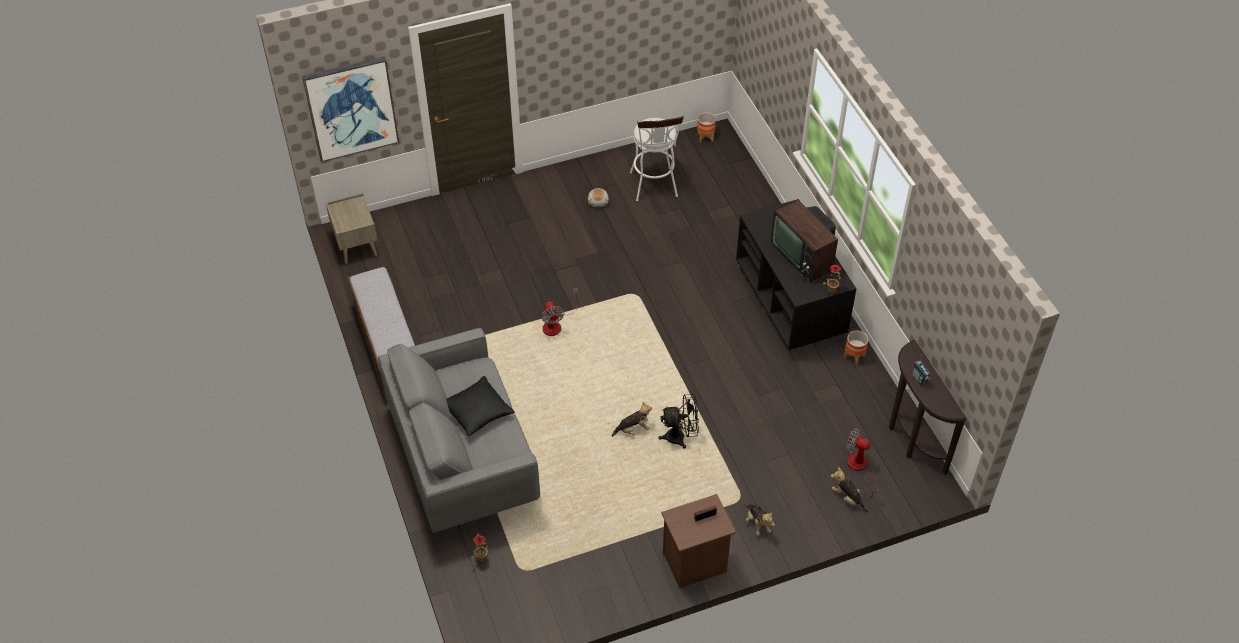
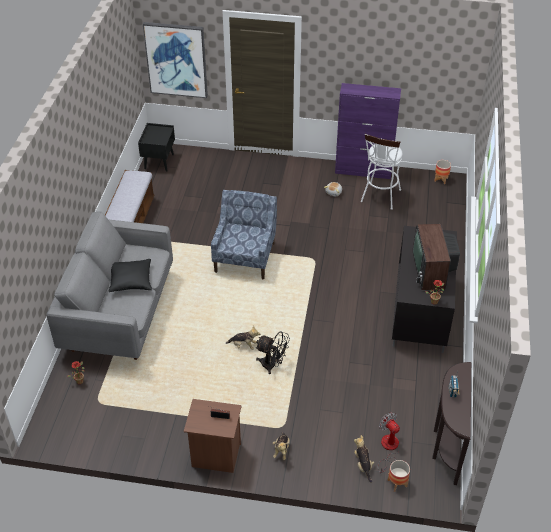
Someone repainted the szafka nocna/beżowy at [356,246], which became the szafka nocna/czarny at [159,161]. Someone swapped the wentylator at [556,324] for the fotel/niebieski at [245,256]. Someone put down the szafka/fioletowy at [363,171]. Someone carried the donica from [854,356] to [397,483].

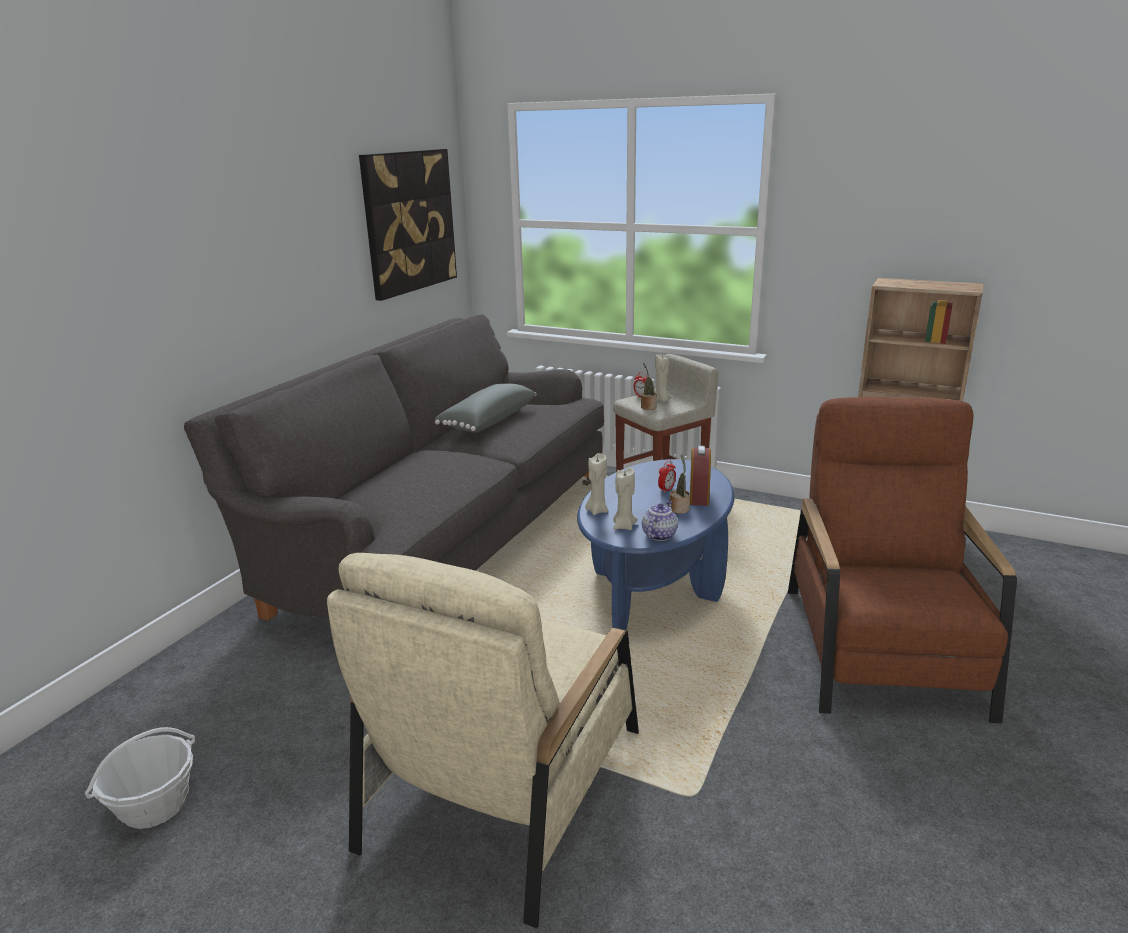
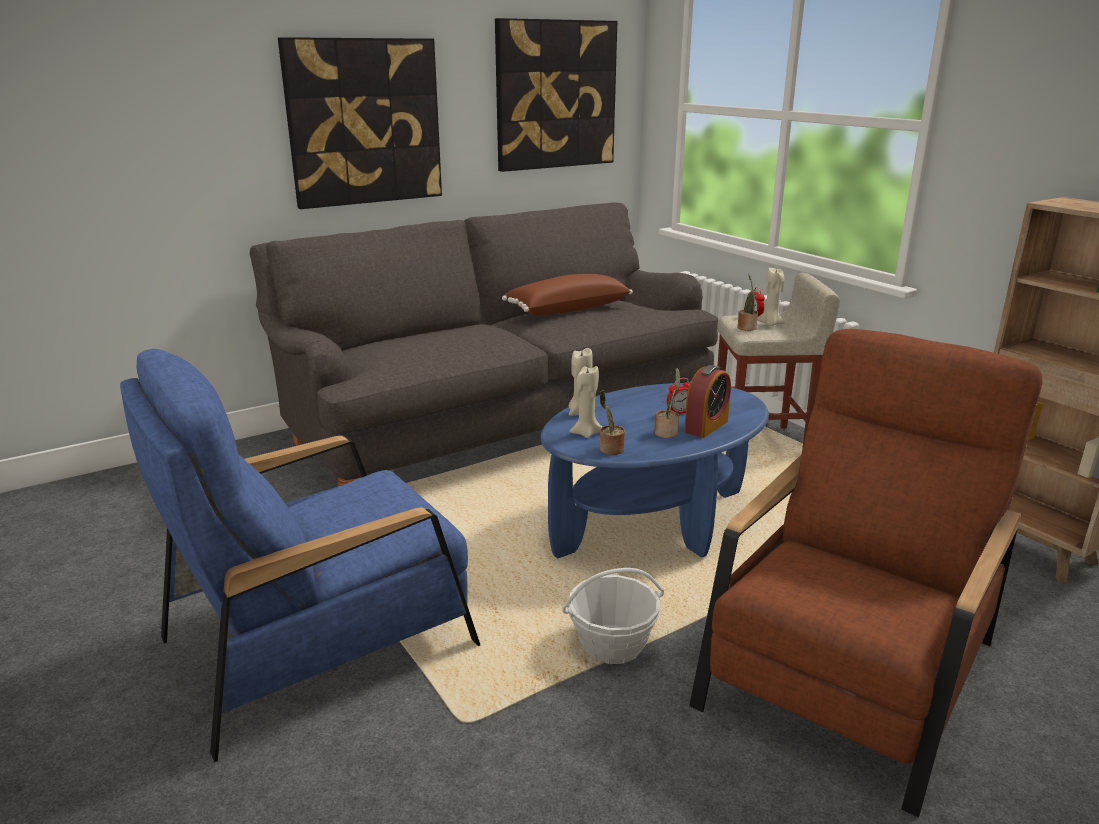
Someone repainted the fotel/beżowy at [505,786], which became the fotel/niebieski at [320,640]. Someone put up the obraz at [364,122]. Someone repainted the poduszka/szary at [487,420], which became the poduszka/brązowy at [567,309]. Someone carried the koszyk from [154,805] to [612,644]. Someone swapped the imbryk at [659,535] for the roślina doniczkowa at [610,450].

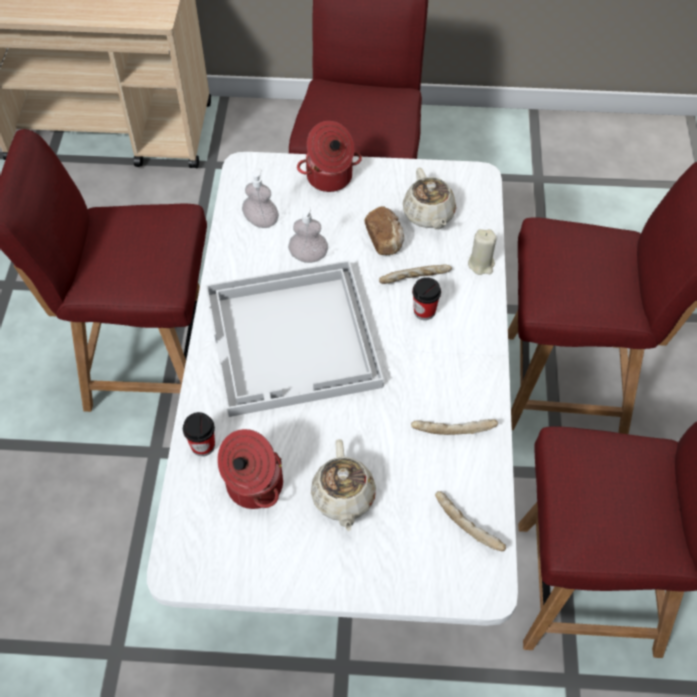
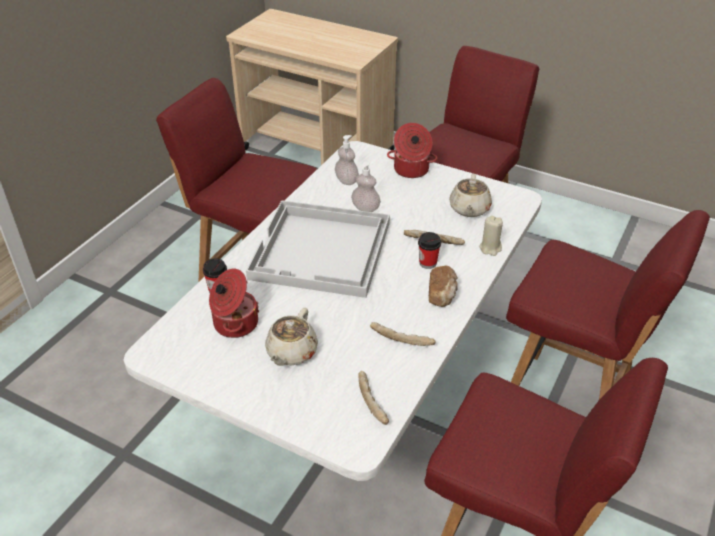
Someone carried the chleb from [385,239] to [442,294].

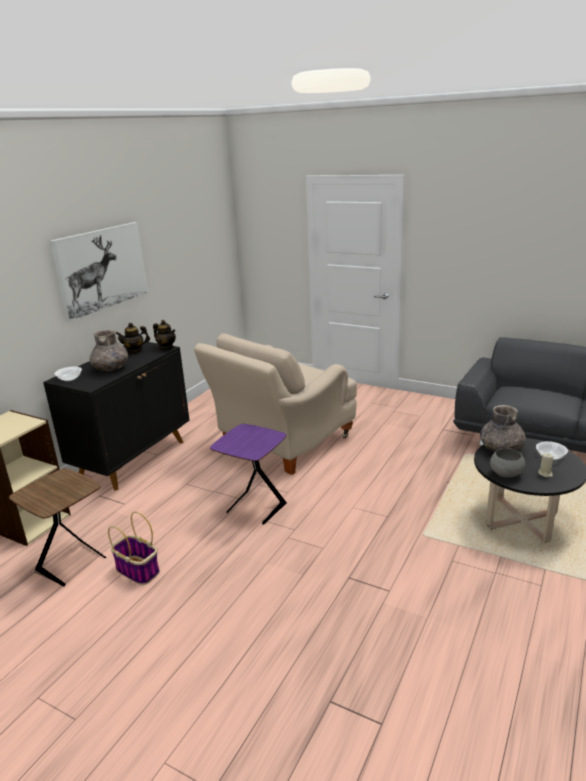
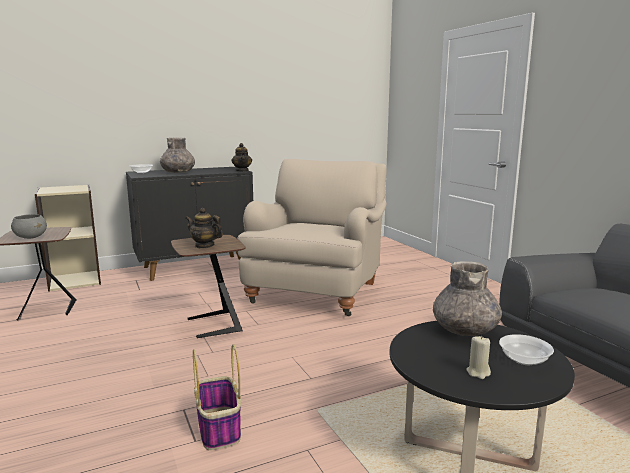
Someone carried the miska/szary from [505,474] to [31,237]. Someone repainted the stolik/fioletowy at [255,509], which became the stolik/brązowy at [212,325]. Someone carried the imbryk from [135,350] to [204,246]. Someone carried the koszyk from [138,570] to [219,429]. Someone rotated the fotel/beżowy at [282,443] by 120 degrees clockwise. Someone took away the obraz at [102,269].

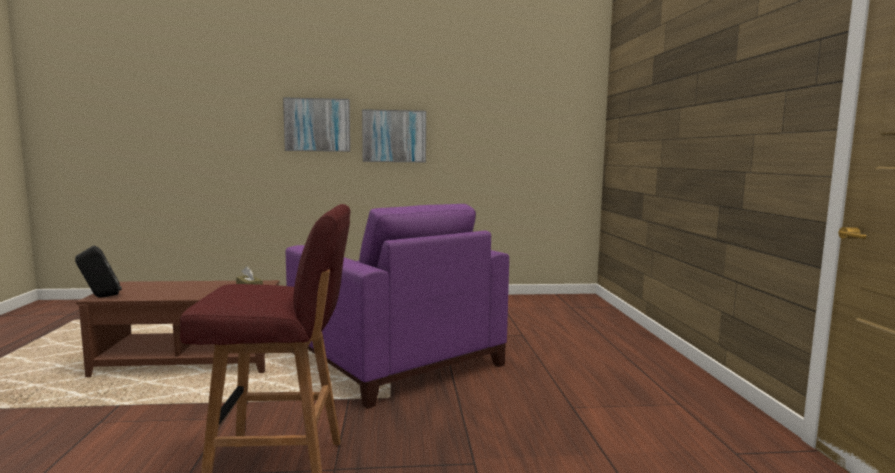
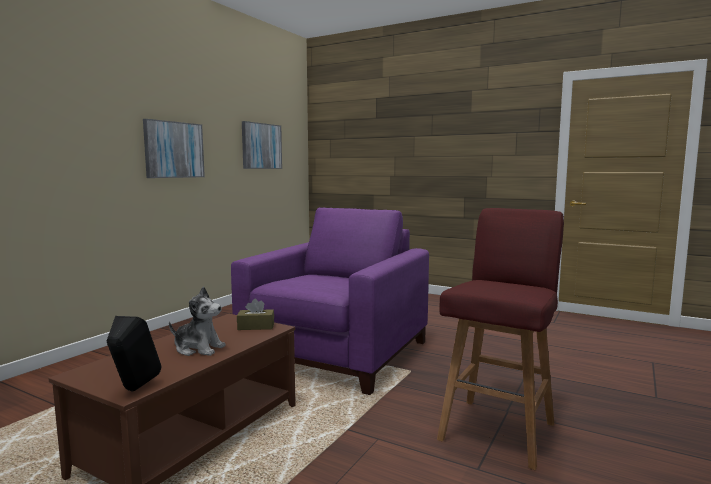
Someone put down the pluszak at [198,348]. Someone rotated the fotel/fioletowy at [392,358] by 60 degrees counterclockwise. Someone carried the obraz from [317,125] to [261,146].

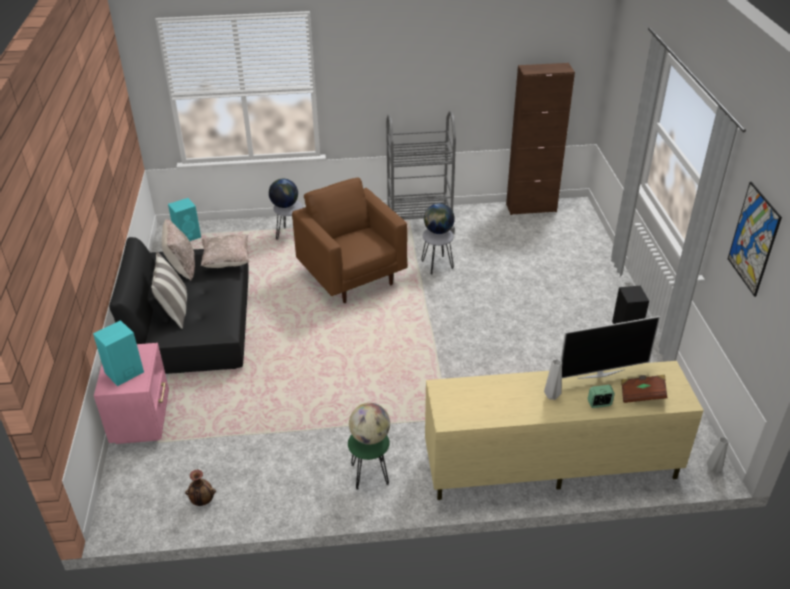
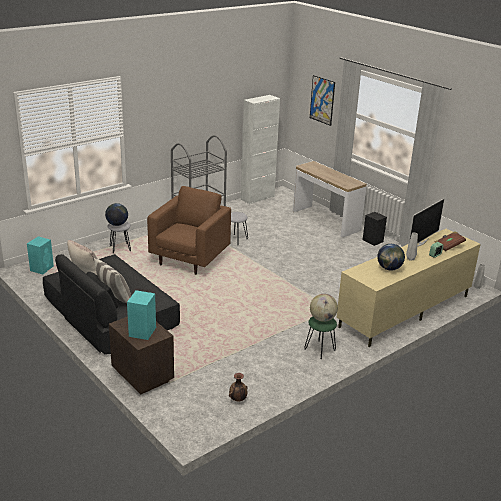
Someone repainted the szafka nocna/różowy at [142,419], which became the szafka nocna/brązowy at [143,375]. Someone rotated the fotel/brązowy at [352,277] by 90 degrees clockwise. Someone repainted the szafka/brązowy at [531,208], which became the szafka/biały at [257,198]. Someone put down the stolik konsolowy at [325,221]. Someone carried the obraz from [753,239] to [322,100]. Someone carried the globus from [438,231] to [389,268]. Someone took away the poduszka/beżowy at [226,261].

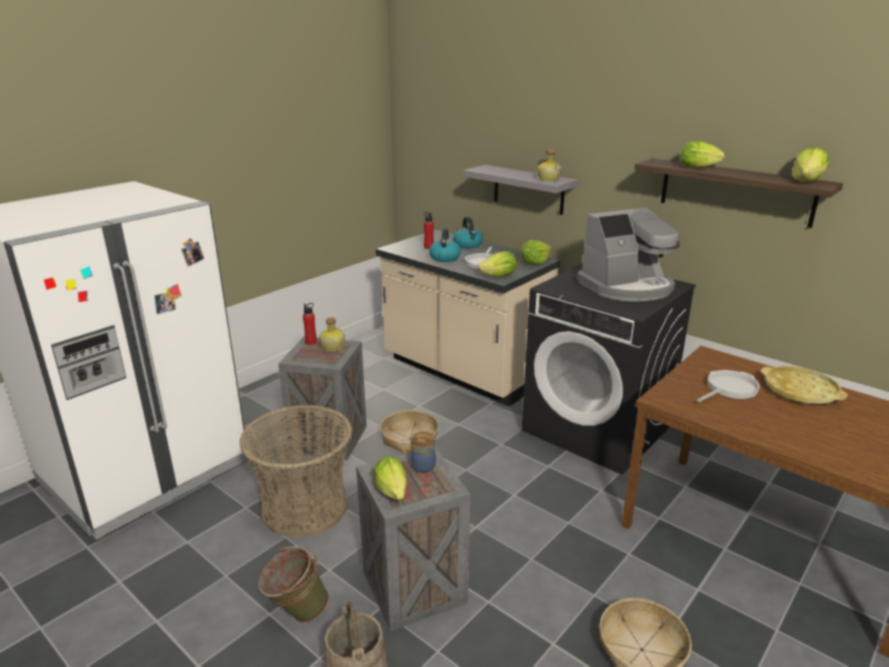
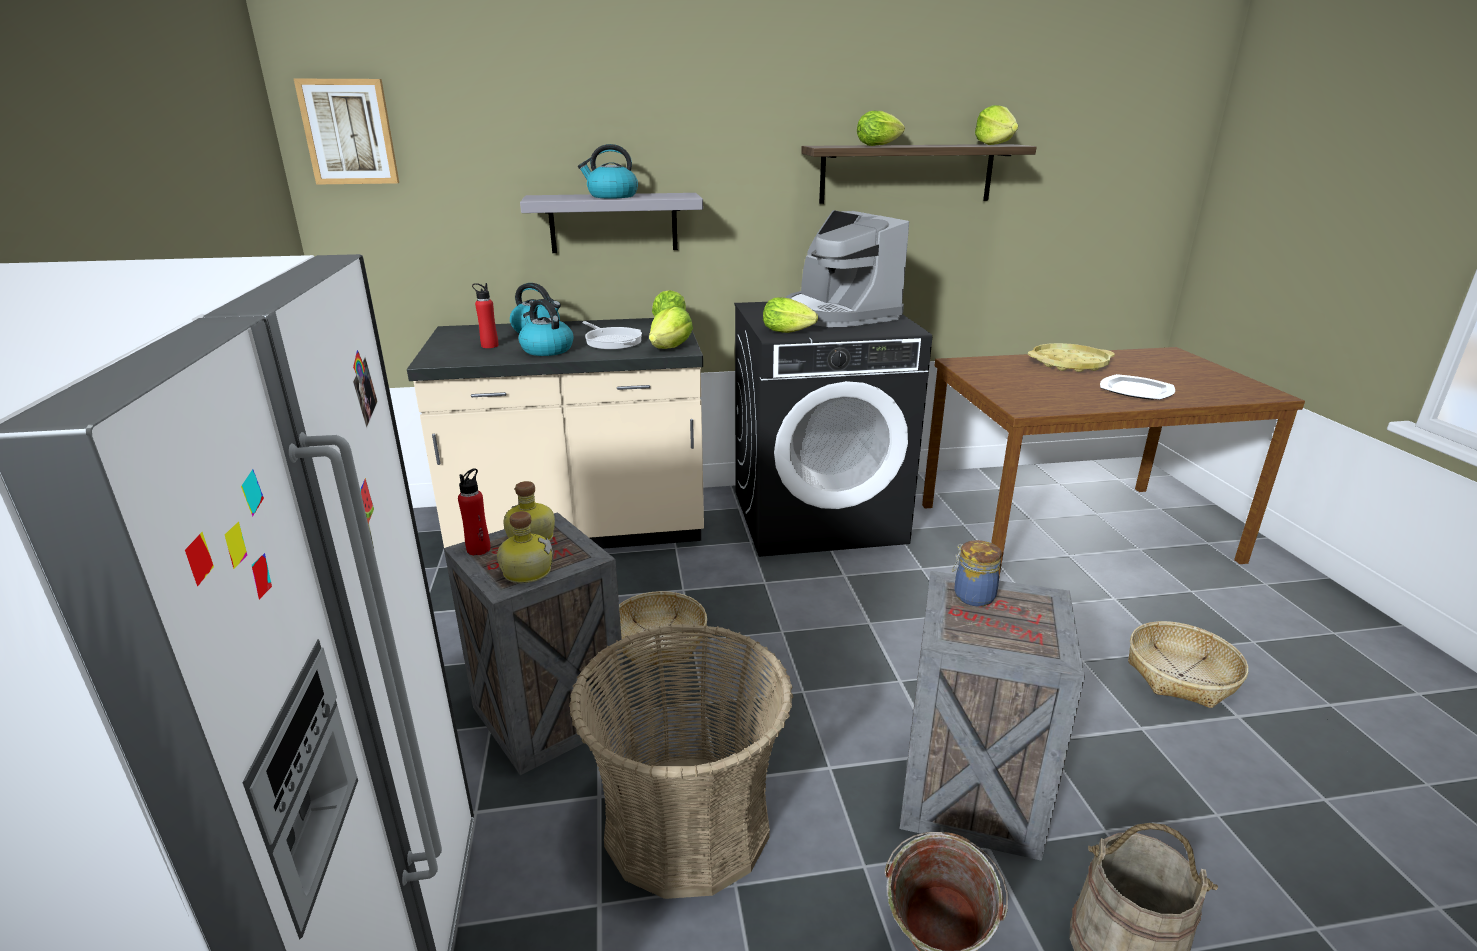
Someone put up the obraz at [349,132]. Someone carried the butelka from [548,179] to [526,571]. Someone put down the czajnik at [612,196]. Someone carried the sałata from [393,493] to [790,332]. Someone rotated the ekspres do kawy at [627,287] by 135 degrees clockwise. Someone put down the talerz at [1136,391]. Someone took away the patelnia at [729,389].

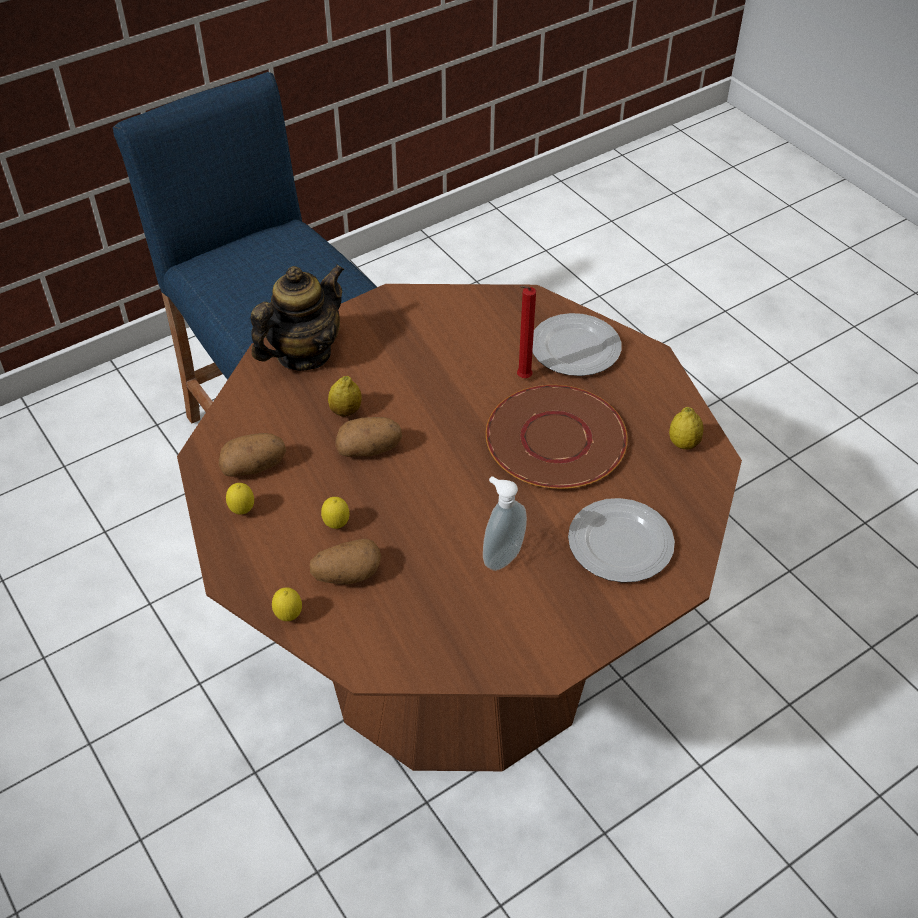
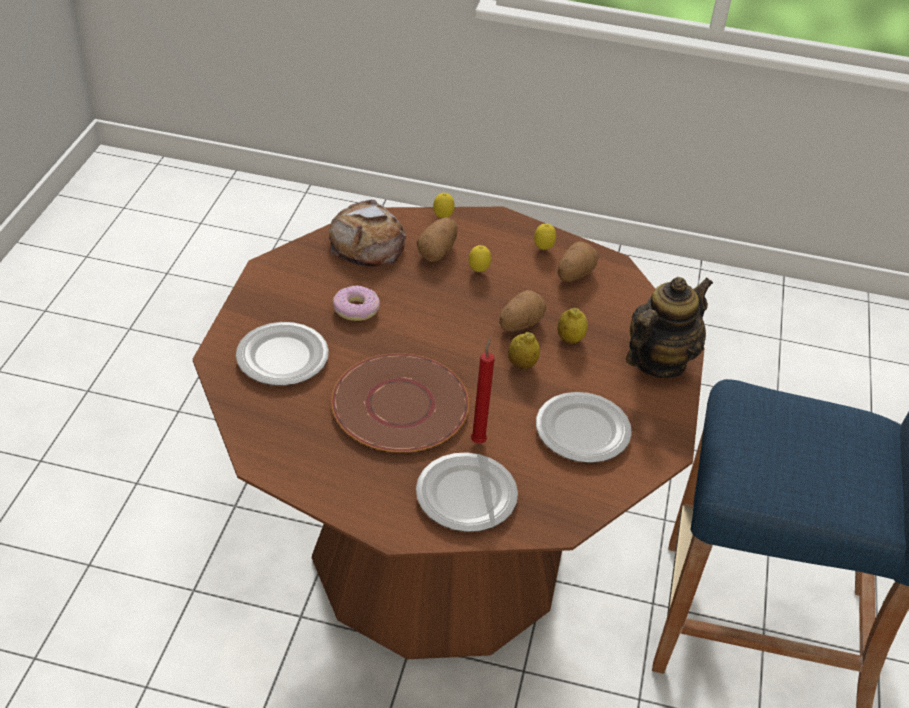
Someone put down the chleb at [367,243]. Someone swapped the dozownik mydła at [501,556] for the donut at [356,309]. Someone carried the cytryna from [683,443] to [522,364]. Someone put down the talerz at [583,432]. Someone rotated the imbryk at [303,354] by 135 degrees counterclockwise.

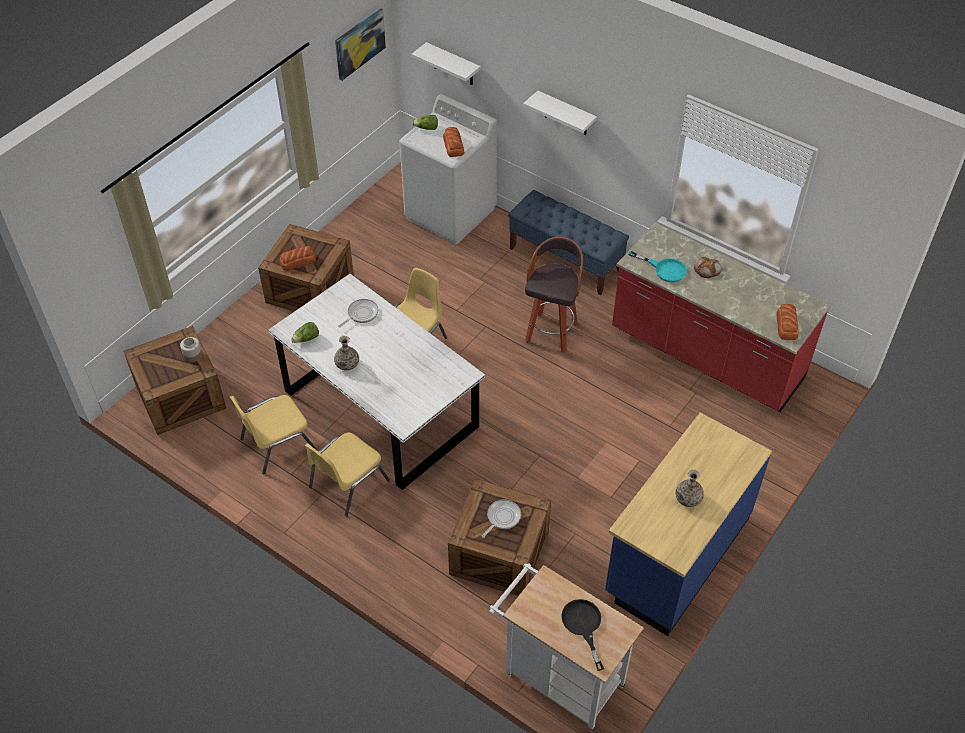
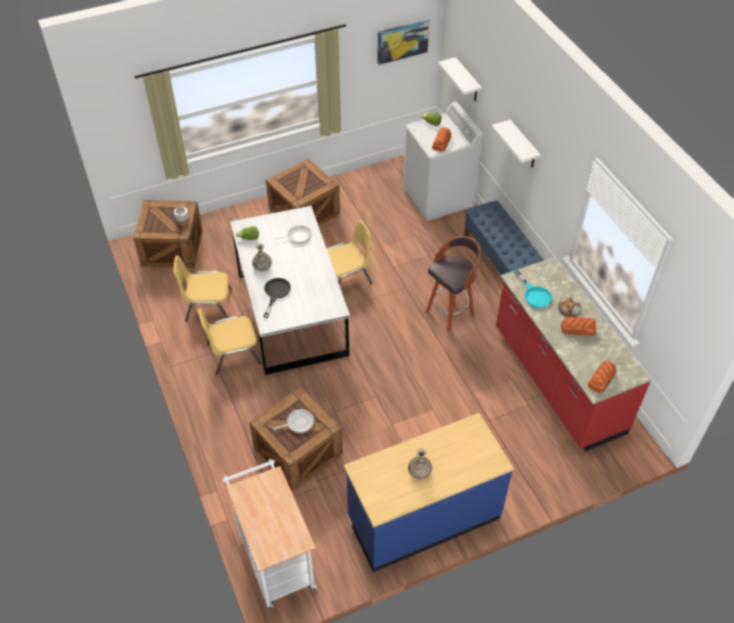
Someone carried the patelnia/czarny from [583,626] to [275,293]. Someone carried the chleb from [297,261] to [577,328].

